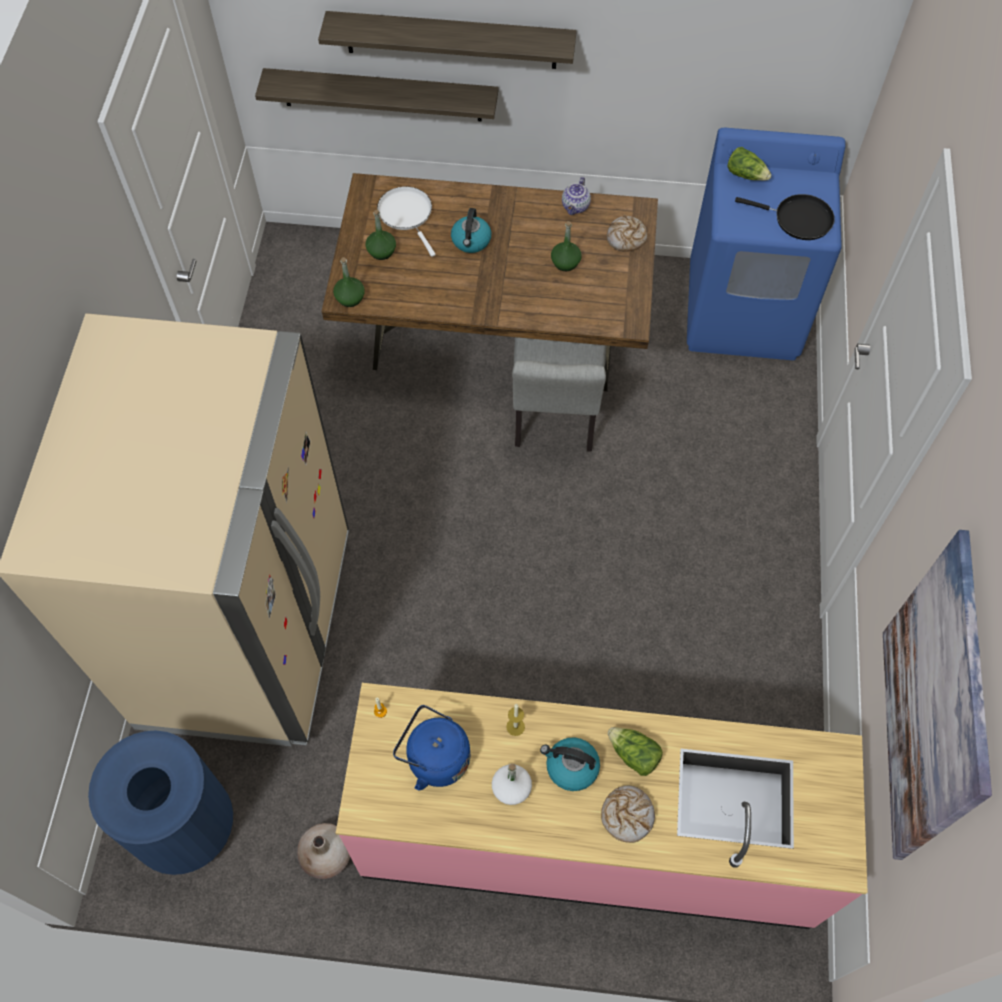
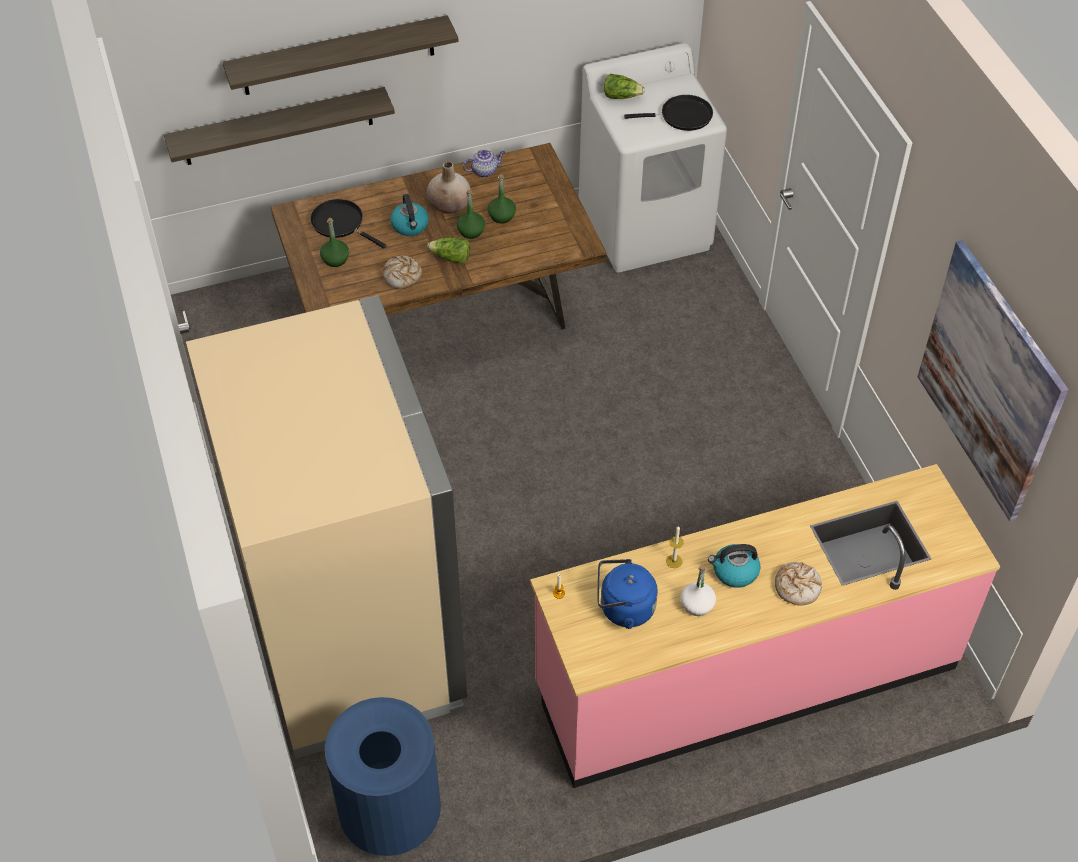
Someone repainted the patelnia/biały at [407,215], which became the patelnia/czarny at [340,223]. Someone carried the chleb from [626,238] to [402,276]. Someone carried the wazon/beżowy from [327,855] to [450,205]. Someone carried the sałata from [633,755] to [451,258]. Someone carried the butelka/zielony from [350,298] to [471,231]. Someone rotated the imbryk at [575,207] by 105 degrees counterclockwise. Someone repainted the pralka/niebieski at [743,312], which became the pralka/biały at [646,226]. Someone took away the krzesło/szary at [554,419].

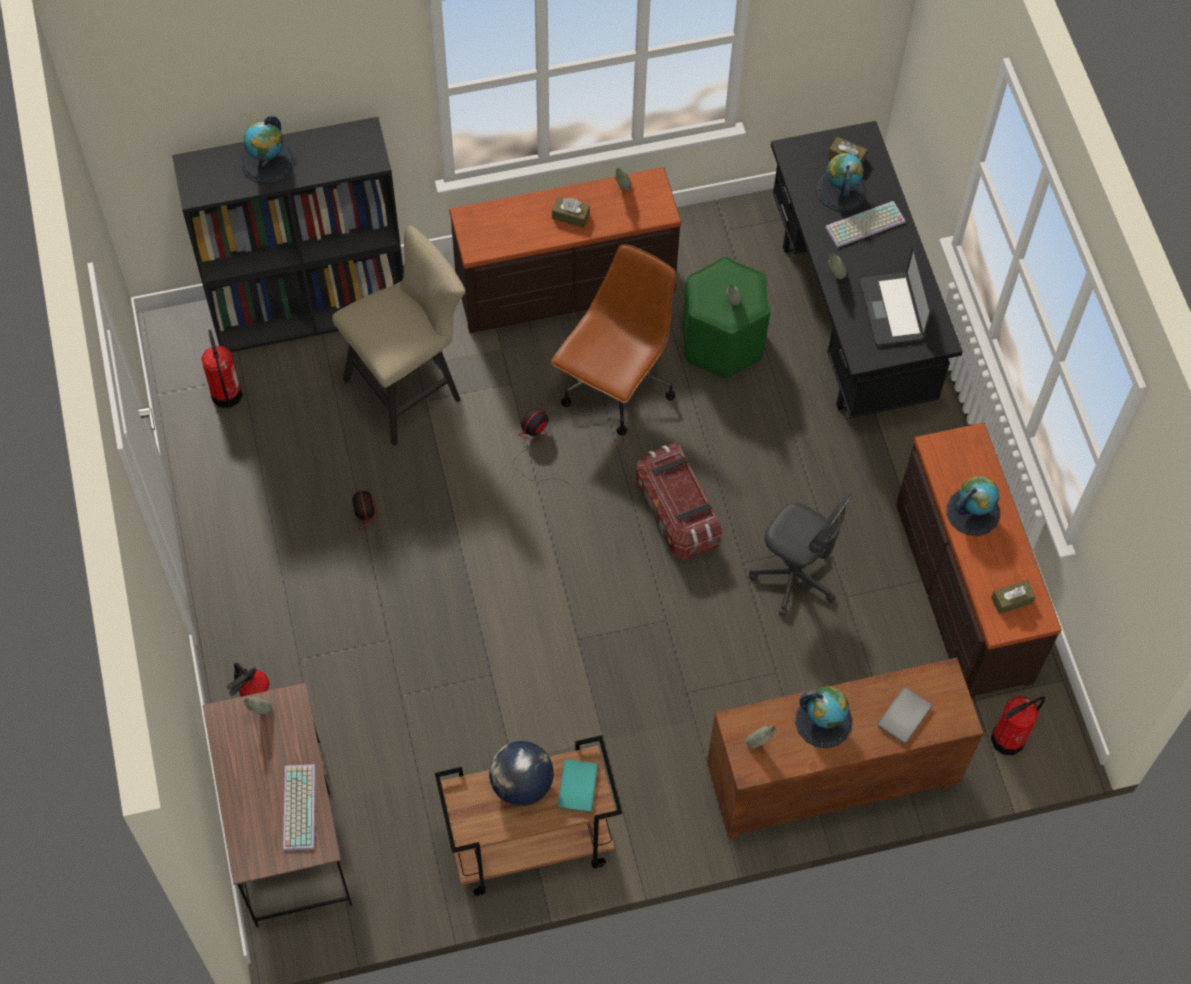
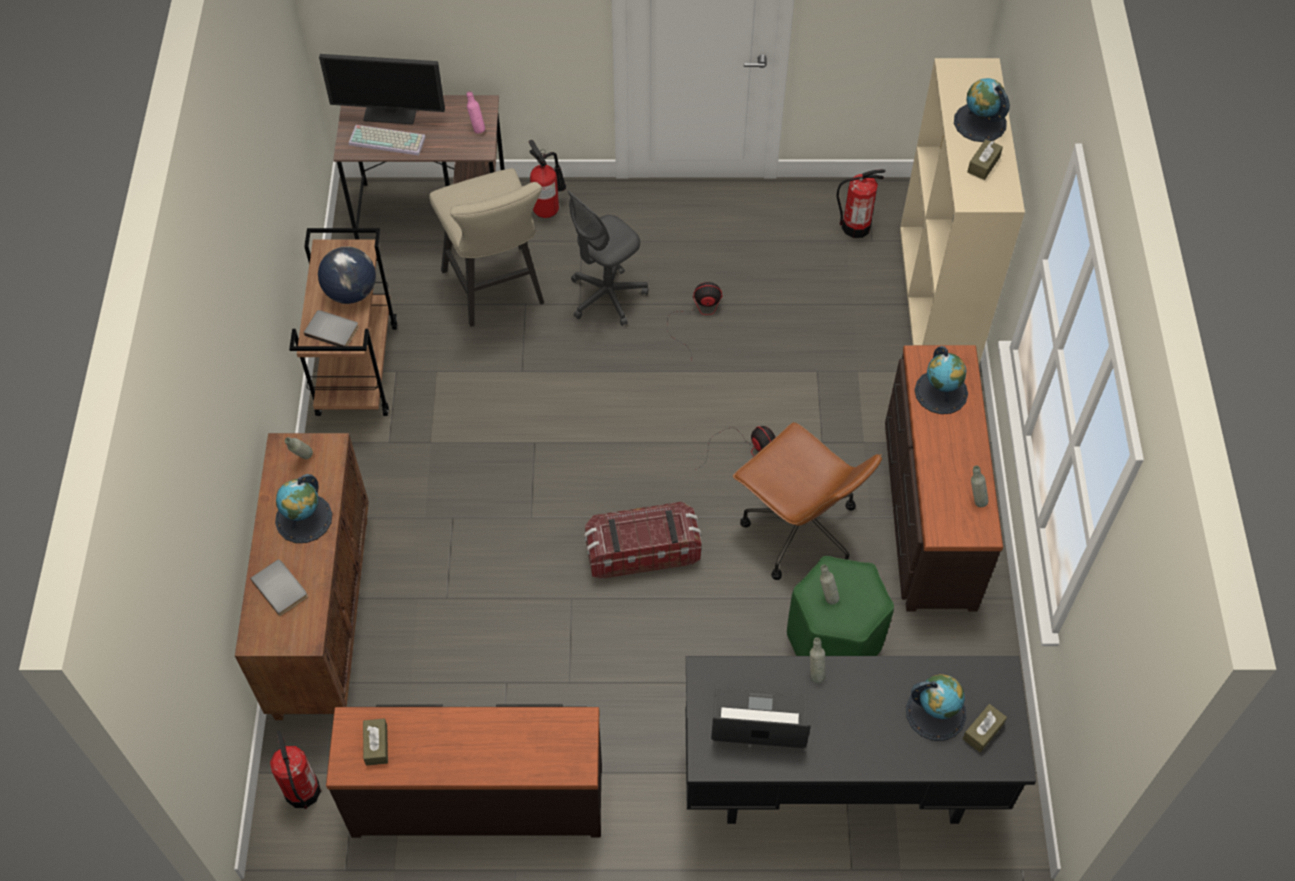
Someone repainted the książka/turkusowy at [575,787], which became the książka/szary at [332,329]. Someone put down the monitor at [391,111]. Someone carried the stołek/beżowy from [410,388] to [497,292]. Someone repainted the butelka/szary at [261,714], which became the butelka/różowy at [477,128]. Someone carried the krzesło biurowe/szary from [794,577] to [607,296]. Someone repainted the regał/czarny at [311,308], which became the regał/beżowy at [938,300]. Someone carried the globus from [973,511] to [941,392]. Someone carried the pudełko chusteczek/brązowy from [570,216] to [983,164]. Someone took away the klawiatura at [865,226].

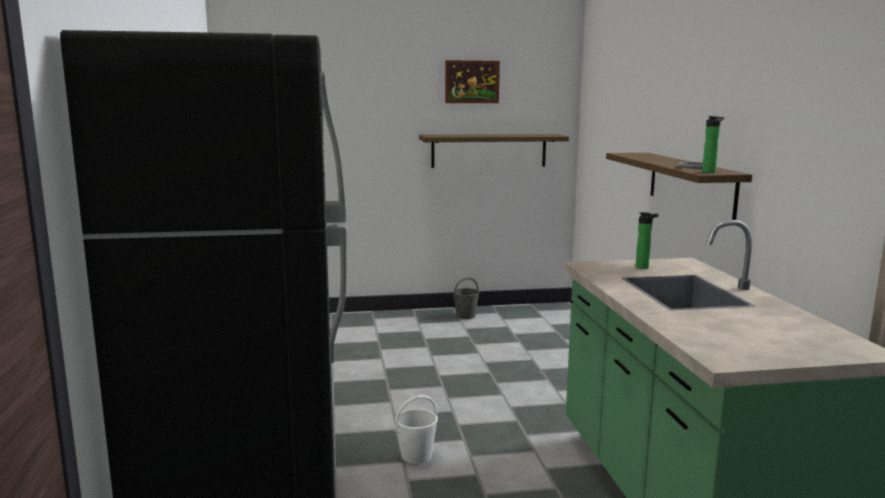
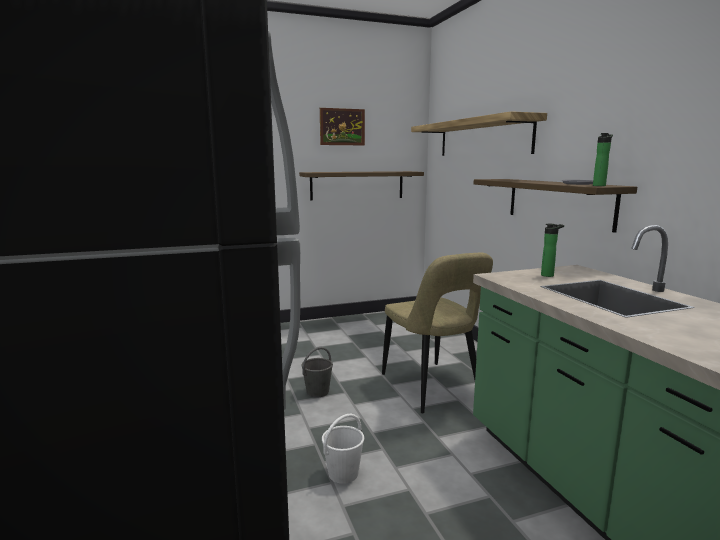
Someone carried the wiadro/szary from [466,316] to [318,392]. Someone put down the krzesło/beżowy at [432,389]. Someone put up the półka at [482,138].

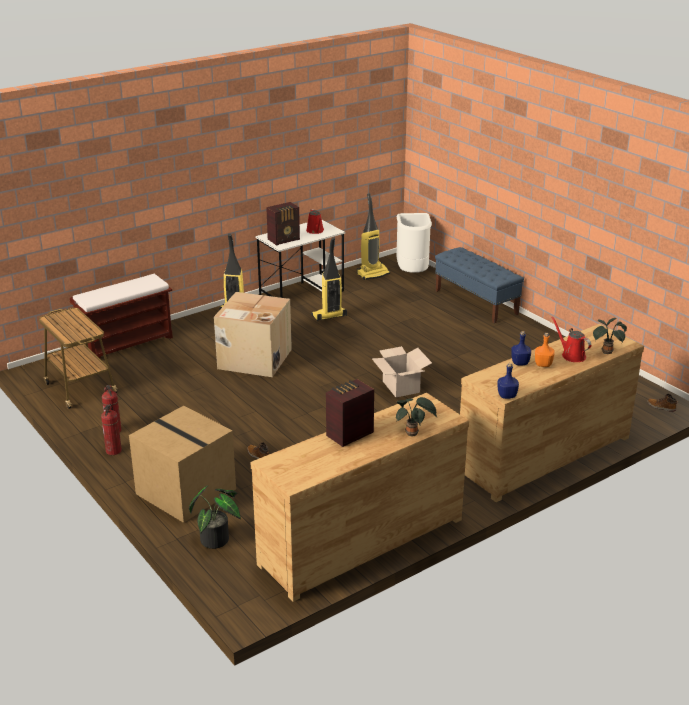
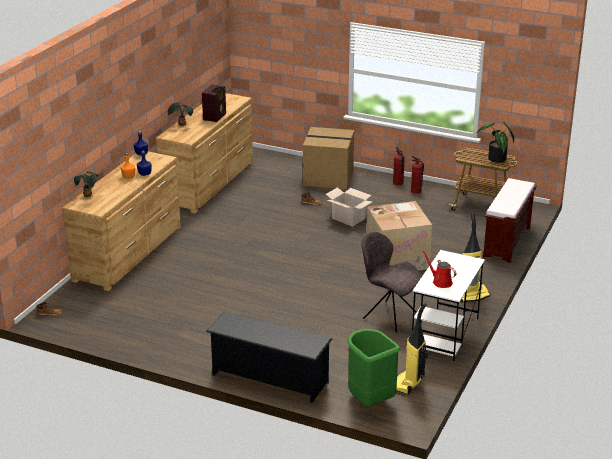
Someone swapped the ławka/niebieski at [476,302] for the regał na buty/czarny at [269,378]. Someone carried the karton from [401,387] to [348,218]. Someone repainted the kosz na śmieci/biały at [413,272], which became the kosz na śmieci/zielony at [369,401]. Someone swapped the odkurzacz at [329,316] for the krzesło/szary at [389,316]. Someone carried the roślina doniczkowa from [218,539] to [496,160]. Someone took away the radio at [284,239]. Someone took away the konewka/czerwony at [571,355].

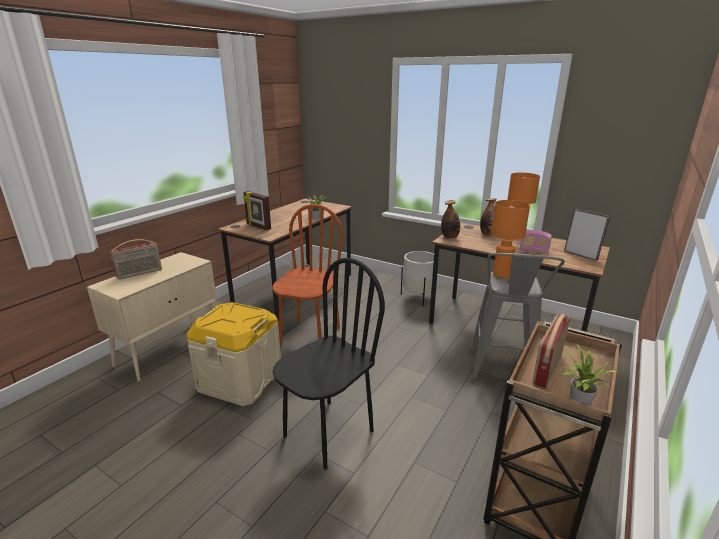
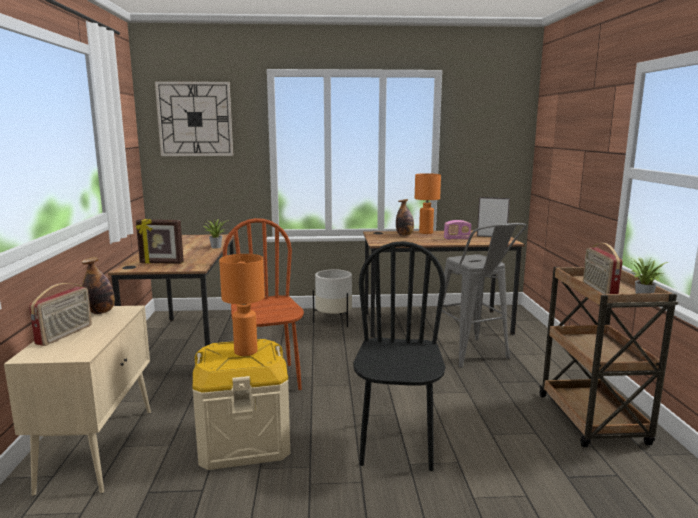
Someone carried the butelka from [449,237] to [101,312]. Someone put up the zegar ścienny at [195,119]. Someone carried the lampa stołowa/pomarańczowy from [501,275] to [245,351].

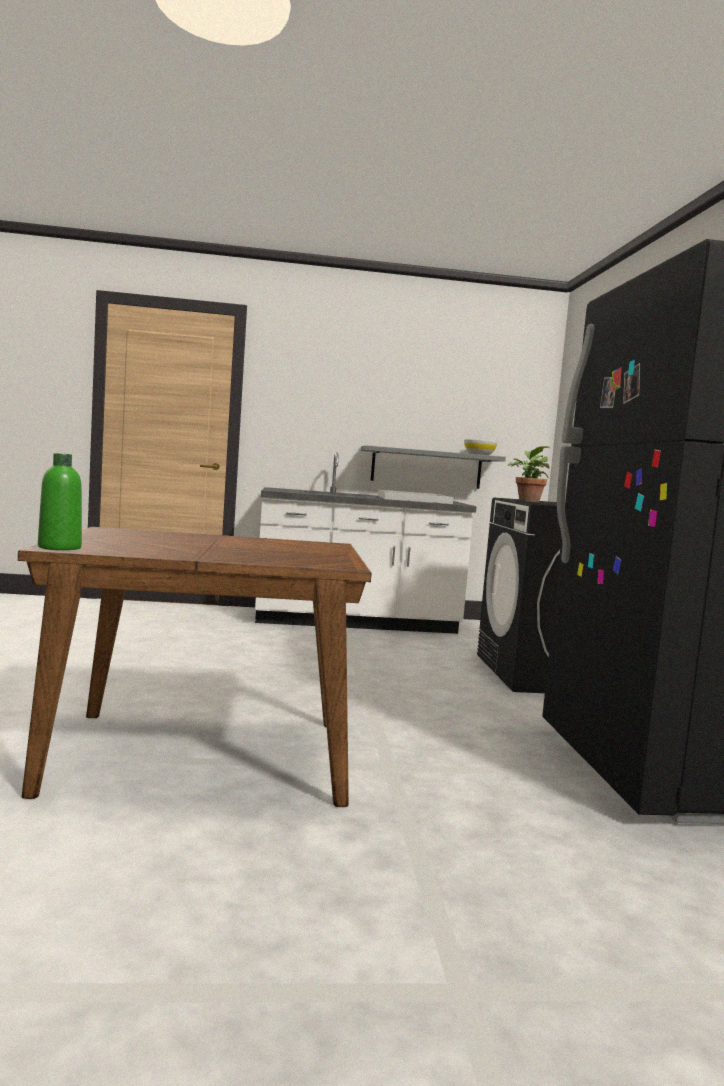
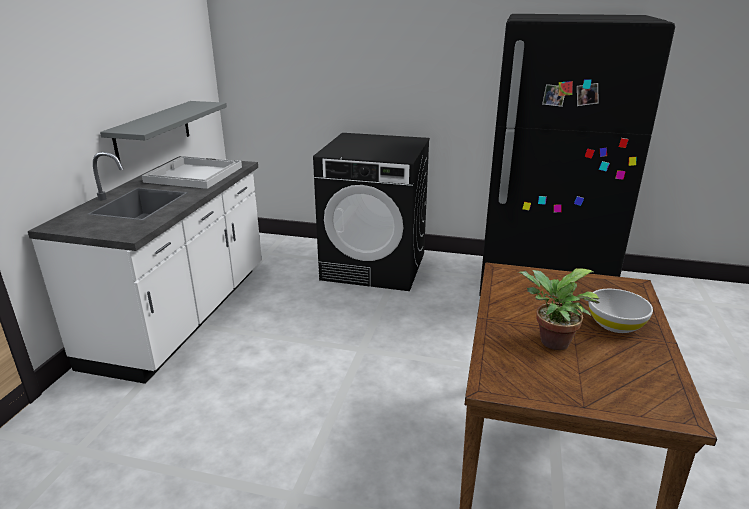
Someone carried the roślina doniczkowa from [527,501] to [550,342]. Someone carried the miska/biały from [479,454] to [615,324]. Someone took away the butelka/zielony at [59,547].

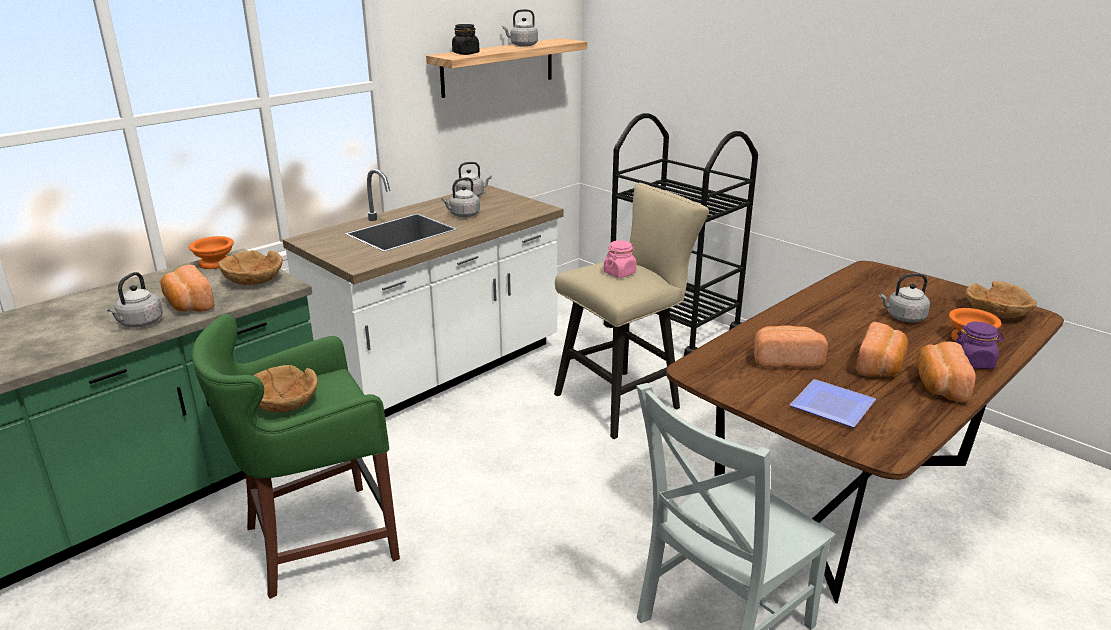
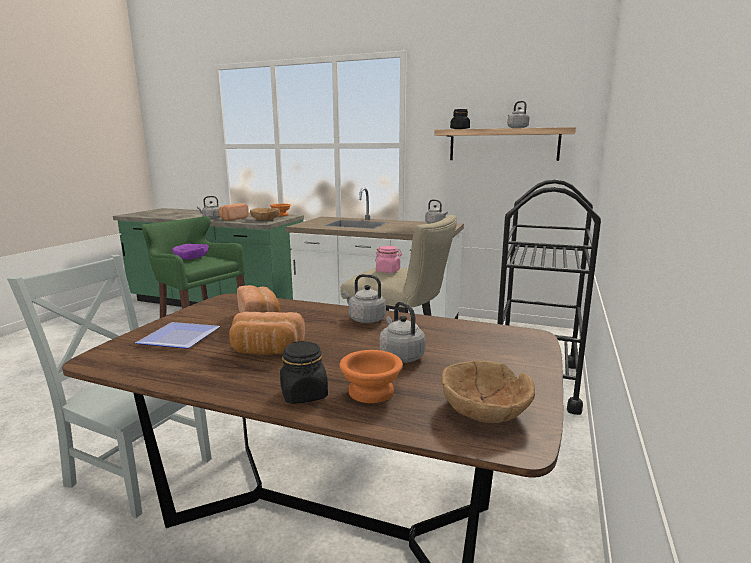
Someone repainted the miska/brązowy at [284,403], which became the miska/fioletowy at [191,258]. Someone repainted the słoik/fioletowy at [973,362], which became the słoik/czarny at [304,394]. Someone carried the czajnik/szary from [463,215] to [365,319]. Someone took away the chleb at [938,386].

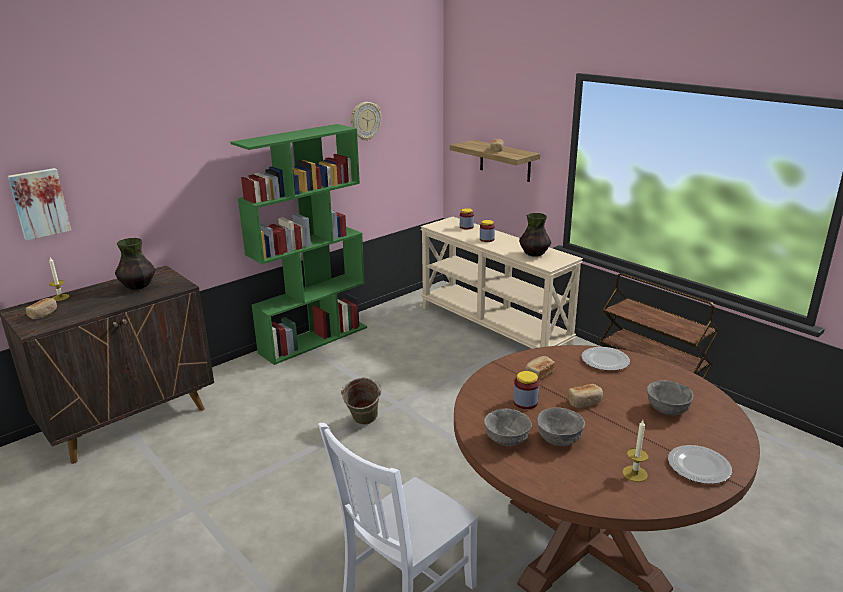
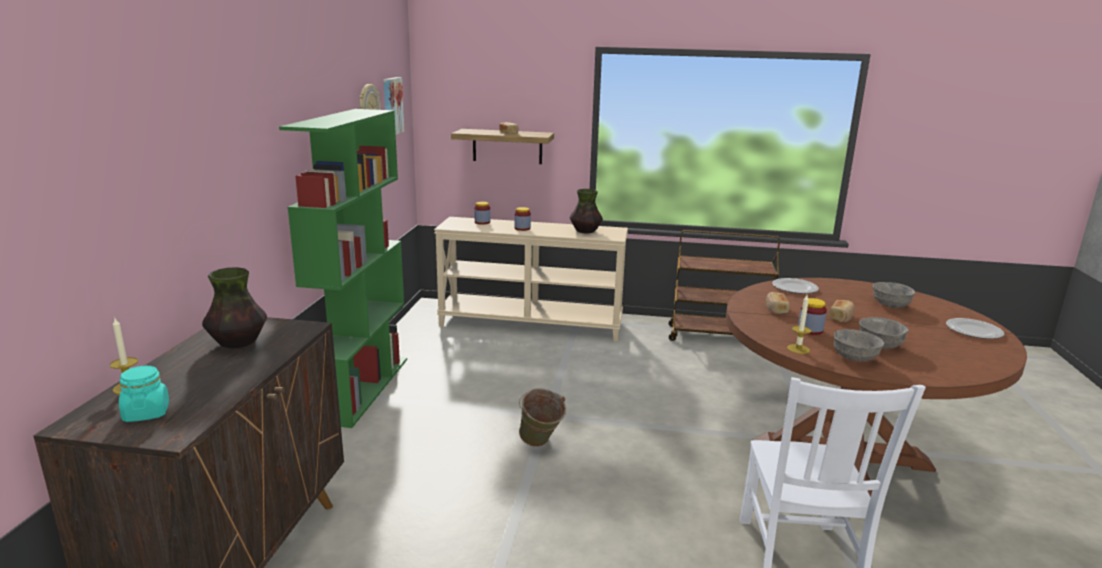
Someone swapped the chleb at [43,314] for the słoik/turkusowy at [146,413]. Someone carried the obraz from [39,203] to [391,106]. Someone carried the świeca from [635,473] to [798,349].

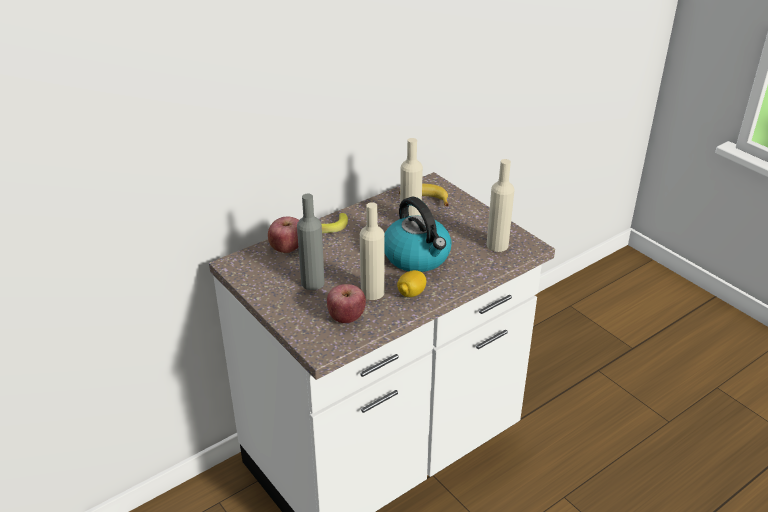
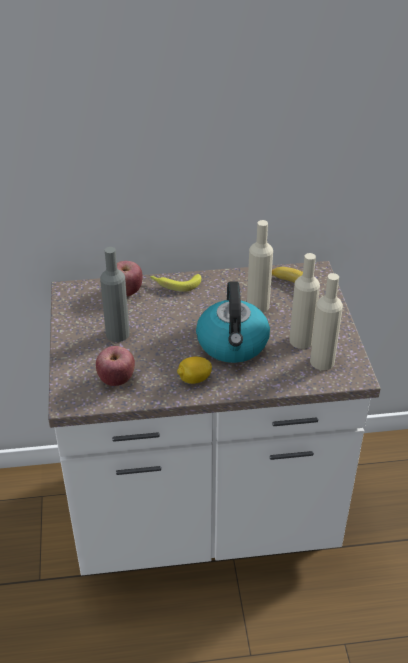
Someone carried the butelka/beżowy from [372,292] to [301,340].

